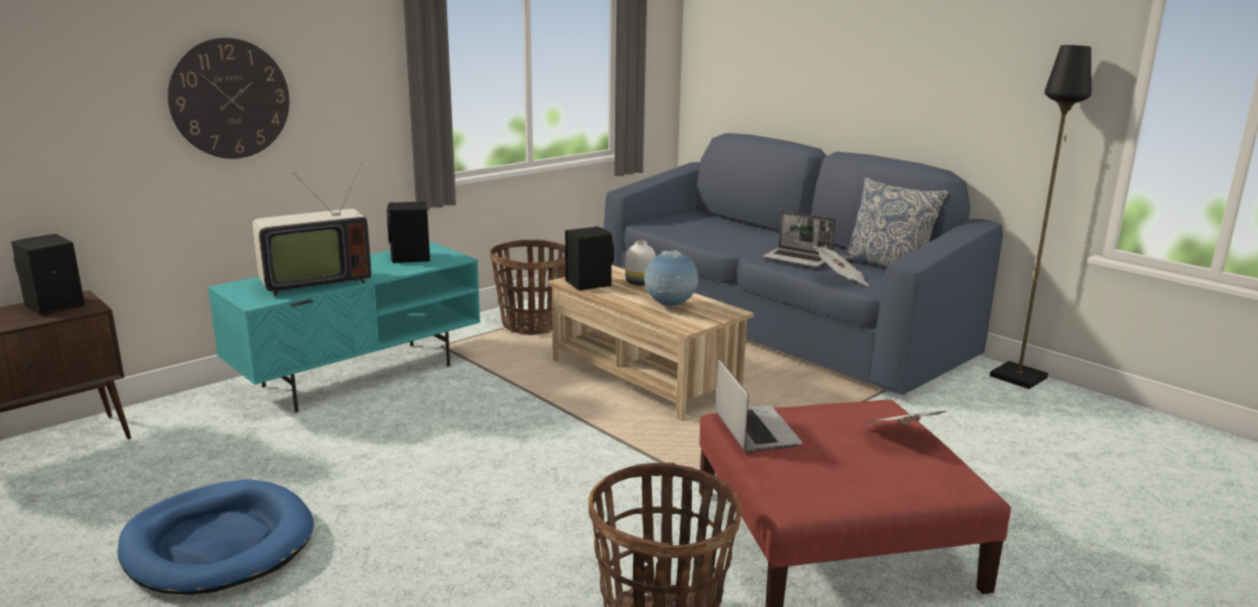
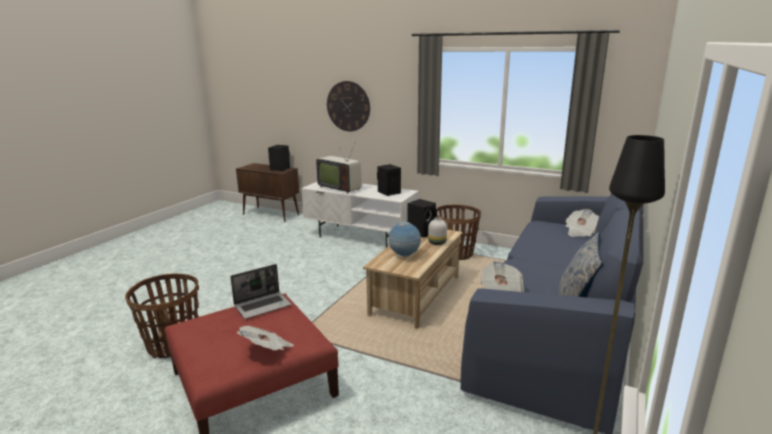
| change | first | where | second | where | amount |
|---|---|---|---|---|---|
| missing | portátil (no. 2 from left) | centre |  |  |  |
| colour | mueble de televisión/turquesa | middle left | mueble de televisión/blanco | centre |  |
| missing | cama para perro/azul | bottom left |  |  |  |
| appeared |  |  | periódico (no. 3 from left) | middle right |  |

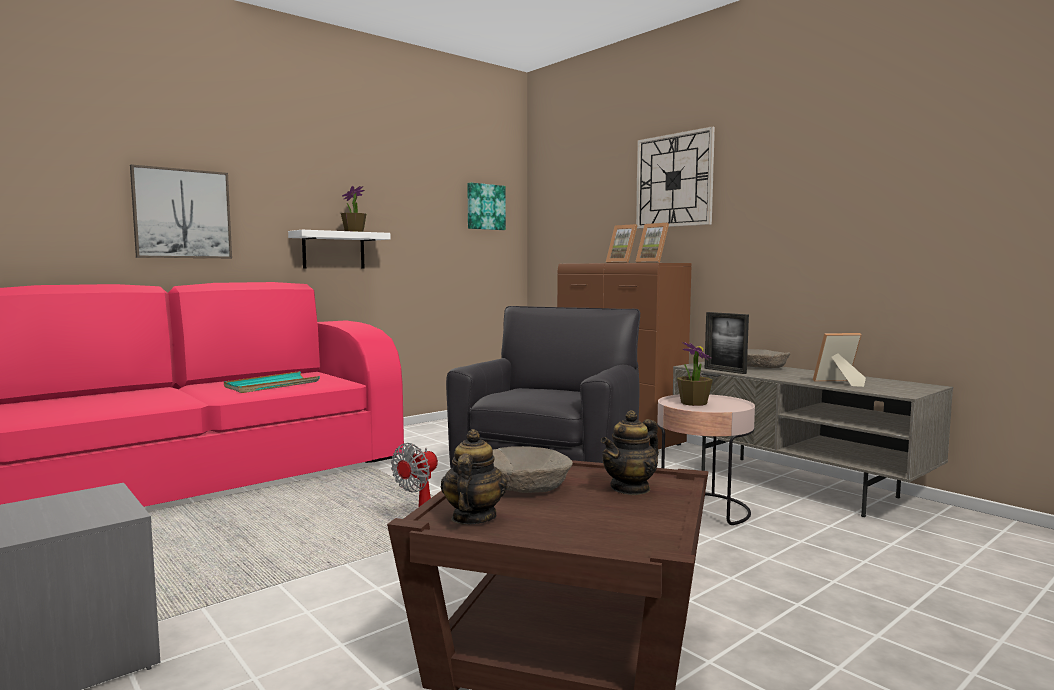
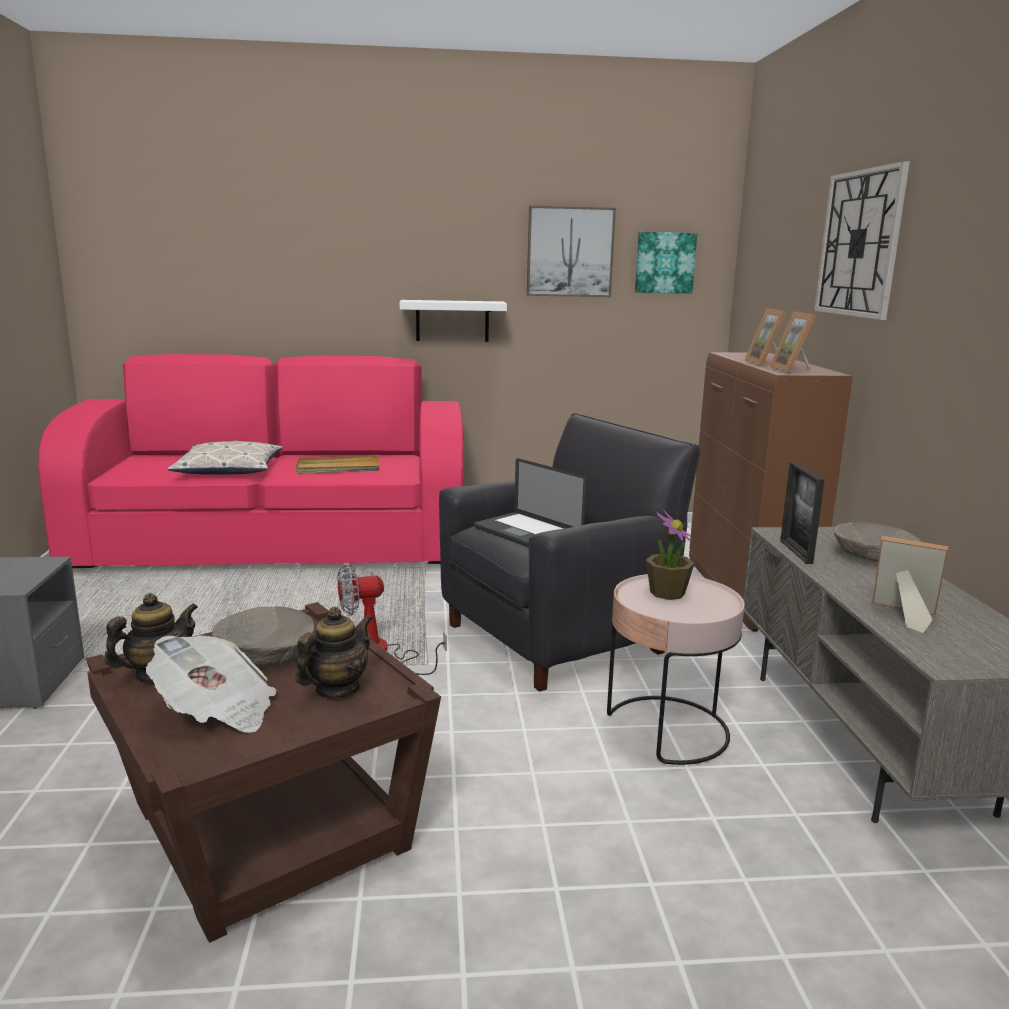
| change | first | where | second | where | amount |
|---|---|---|---|---|---|
| relocated | cuadro (no. 1 from left) | top left |  | top centre |  |
| missing | planta en maceta (no. 1 from left) | top centre |  |  |  |
| colour | bandeja/turquesa | middle left | bandeja/beis | centre |  |
| spun | tetera (no. 2 from left) | centre |  | middle left | 135 degrees clockwise |
| appeared |  |  | cojín | middle left |  |
| appeared |  |  | portátil | centre |  |
| appeared |  |  | periódico | bottom left |  |

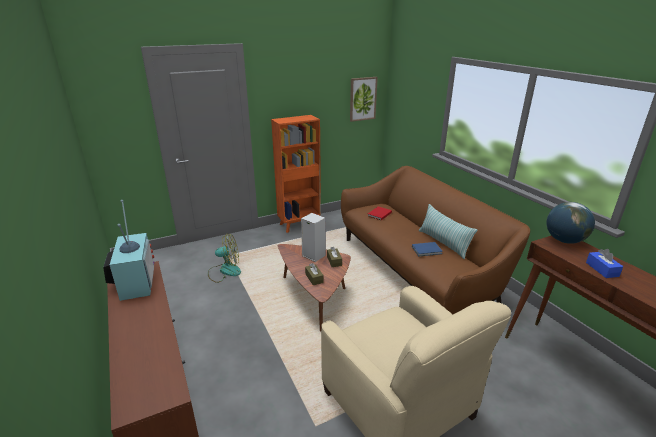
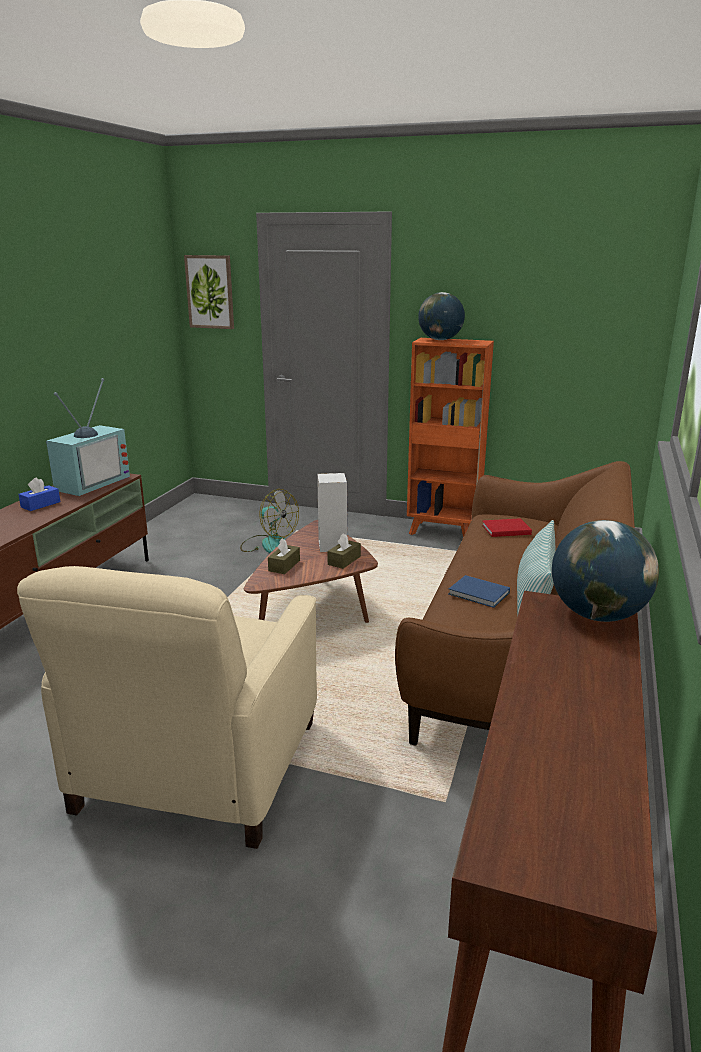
| change | first | where | second | where | amount |
|---|---|---|---|---|---|
| relocated | cuadro | top centre |  | top left |  |
| relocated | caja de pañuelos/azul | middle right |  | middle left |  |
| appeared |  |  | globo terráqueo (no. 1 from left) | top centre |  |

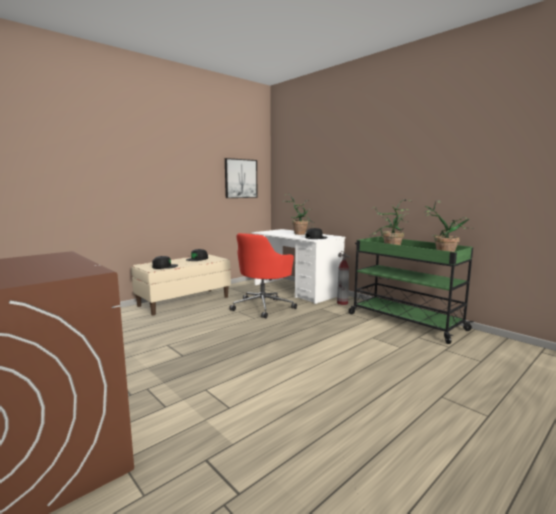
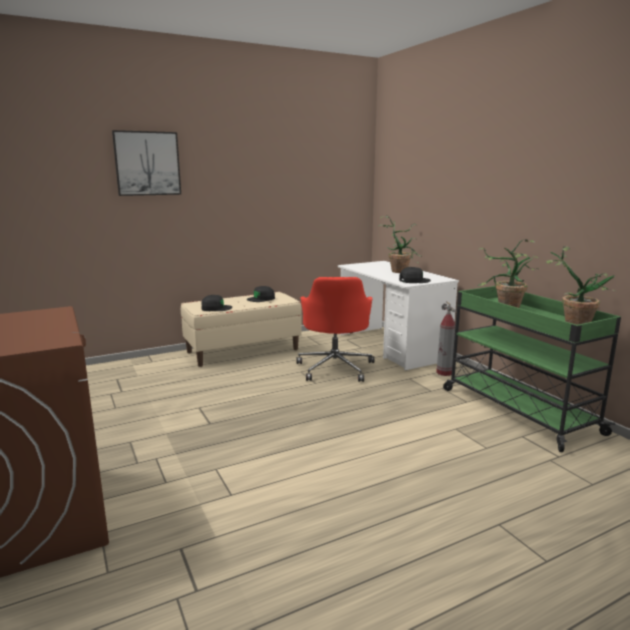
| change | first | where | second | where | amount |
|---|---|---|---|---|---|
| relocated | cuadro | centre |  | top left |  |
| spun | silla de oficina/rojo | centre |  | centre | 45 degrees counterclockwise |

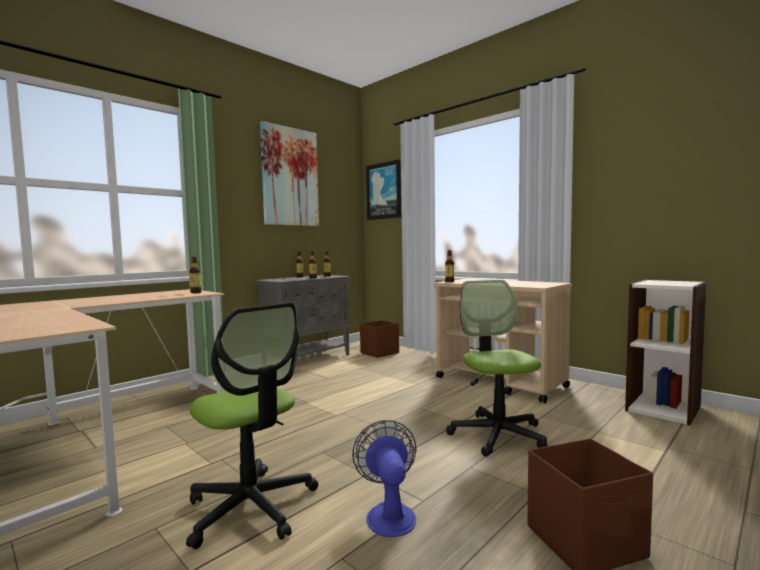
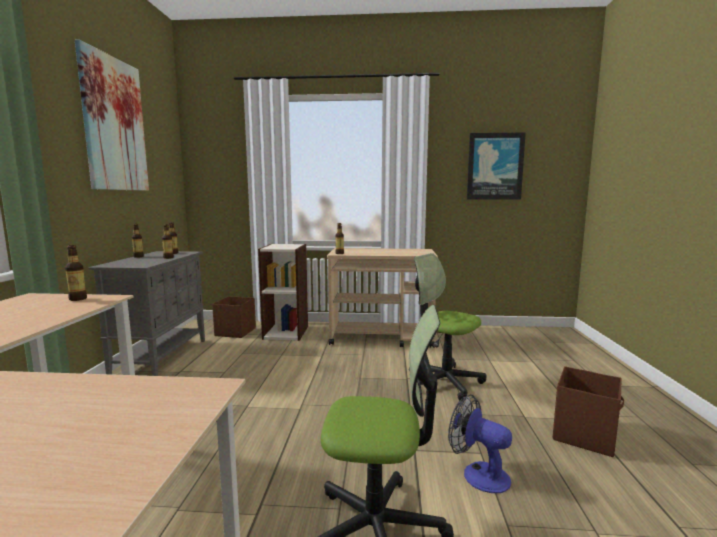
| change | first | where | second | where | amount |
|---|---|---|---|---|---|
| relocated | cuadro (no. 2 from left) | top centre |  | top right |  |
| relocated | estantería | middle right |  | centre |  |

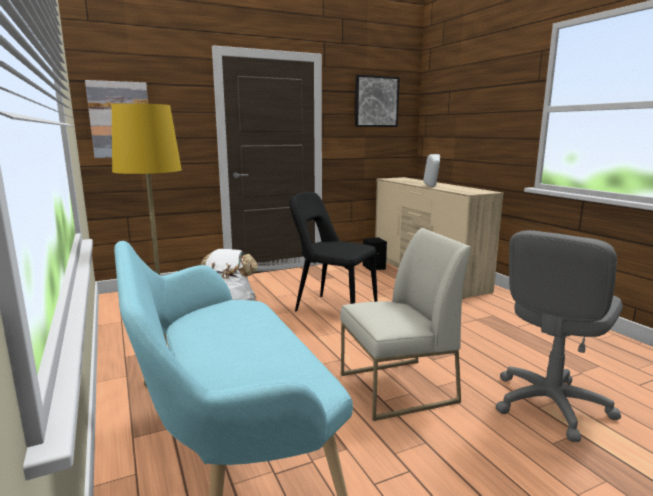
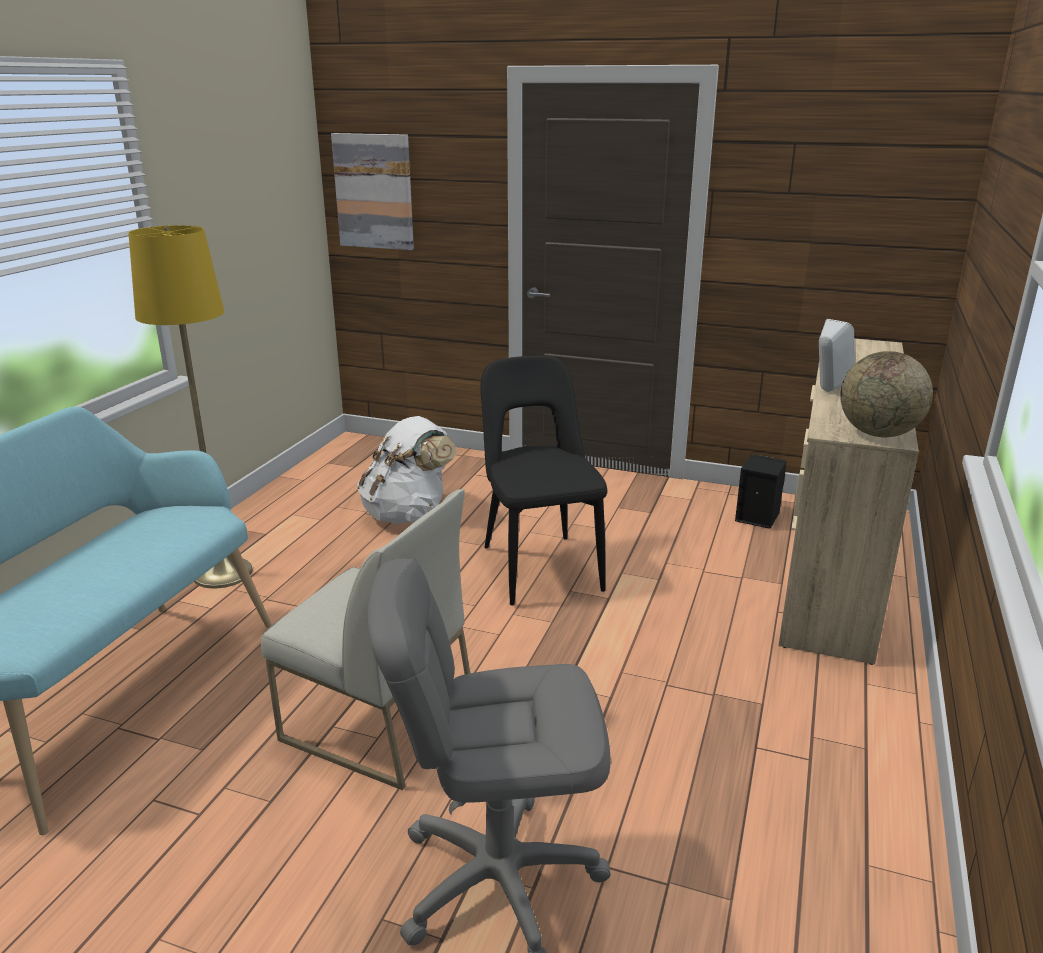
| change | first | where | second | where | amount |
|---|---|---|---|---|---|
| missing | cuadro (no. 2 from left) | top centre |  |  |  |
| appeared |  |  | globo terráqueo | middle right |  |

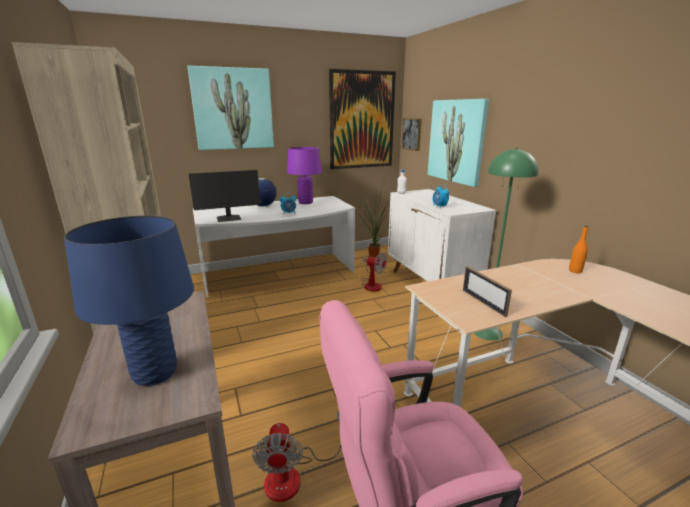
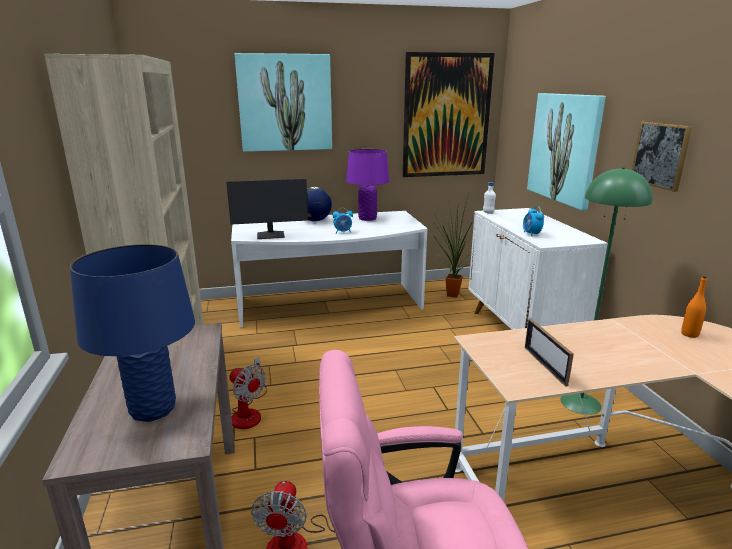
| change | first | where | second | where | amount |
|---|---|---|---|---|---|
| relocated | cuadro (no. 3 from left in the first image) | top centre | cuadro (no. 4 from left) | top right |  |
| relocated | ventilador (no. 2 from left in the first image) | centre | ventilador (no. 1 from left) | bottom centre |  |

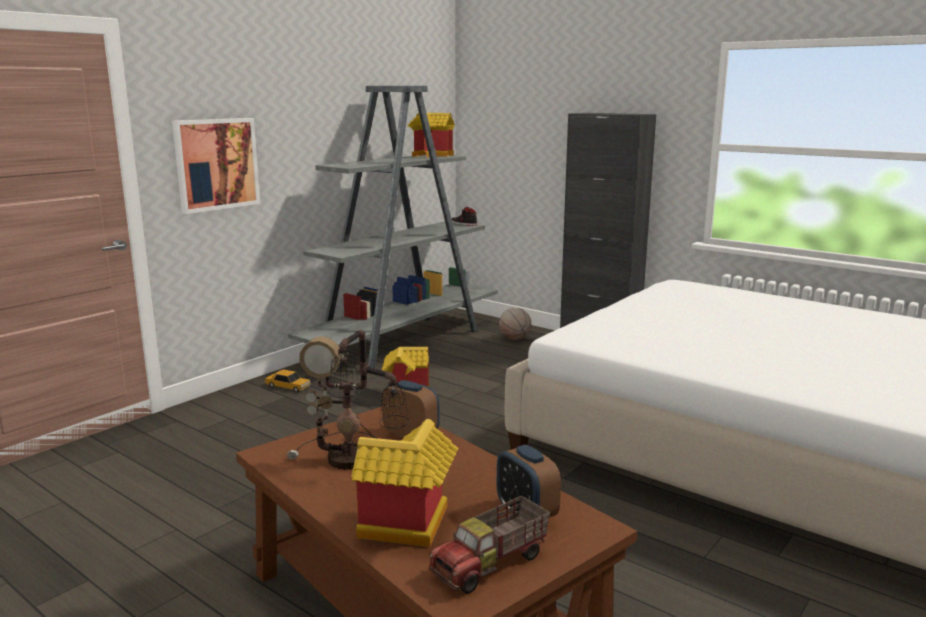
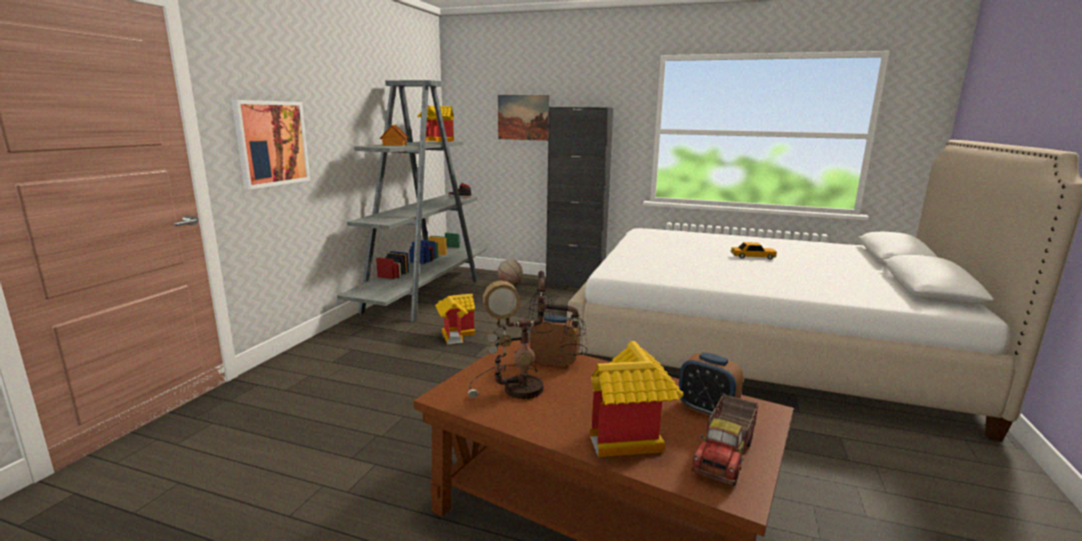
| change | first | where | second | where | amount |
|---|---|---|---|---|---|
| relocated | coche de juguete | middle left |  | middle right |  |
| appeared |  |  | cuadro (no. 2 from left) | top centre |  |
| appeared |  |  | casita (no. 1 from left) | top centre |  |

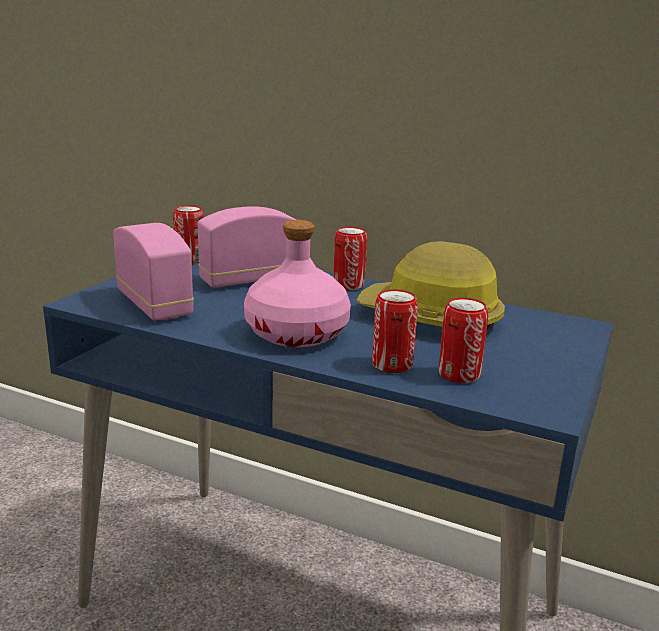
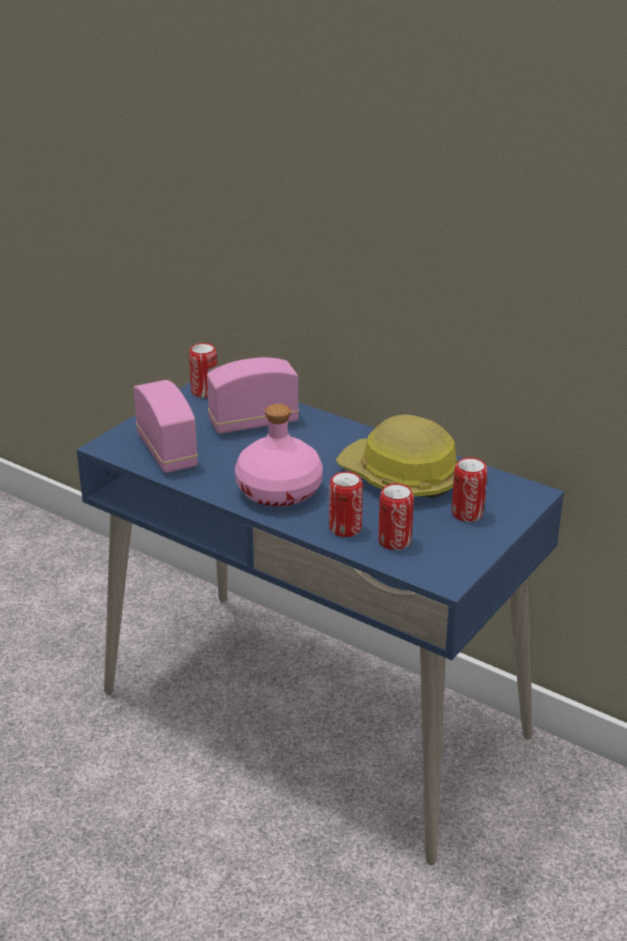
| change | first | where | second | where | amount |
|---|---|---|---|---|---|
| relocated | lata (no. 2 from left in the first image) | centre | lata (no. 4 from left) | middle right |  |

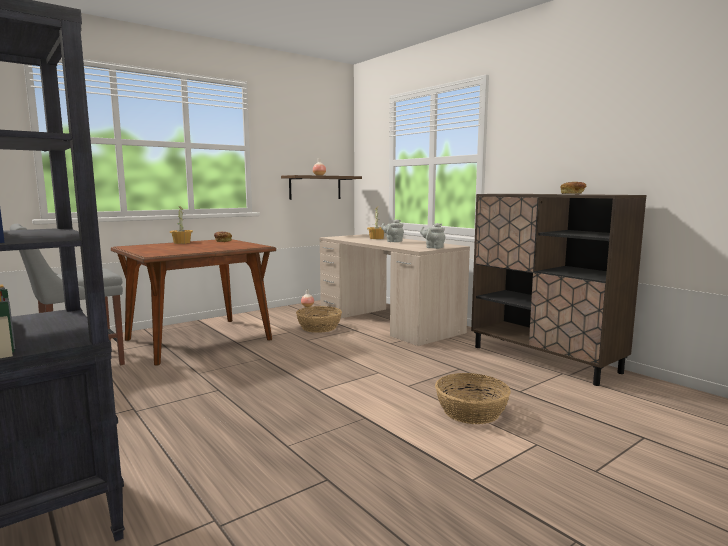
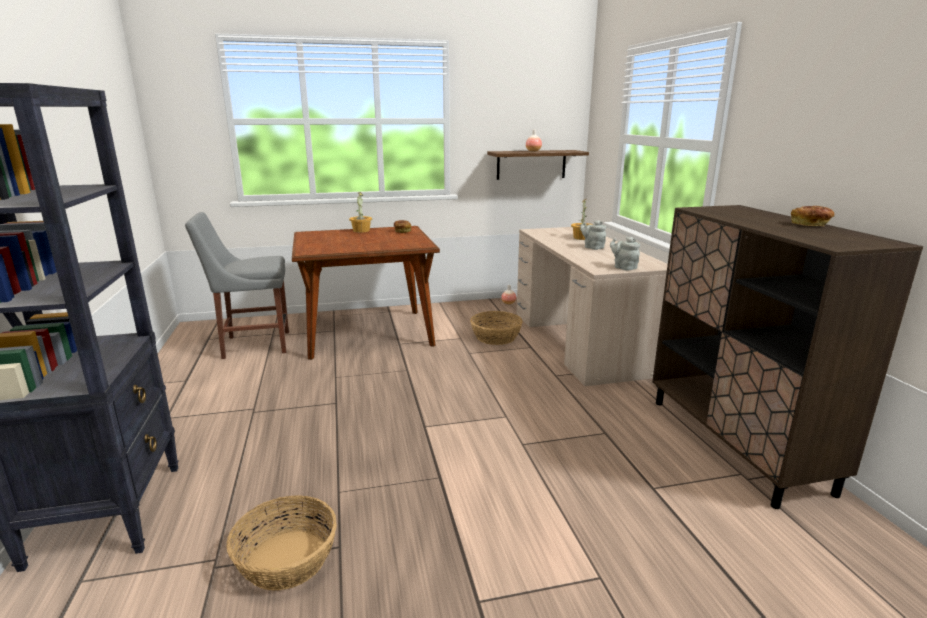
| change | first | where | second | where | amount |
|---|---|---|---|---|---|
| relocated | cesta (no. 2 from left in the first image) | bottom centre | cesta (no. 1 from left) | bottom left |  |

